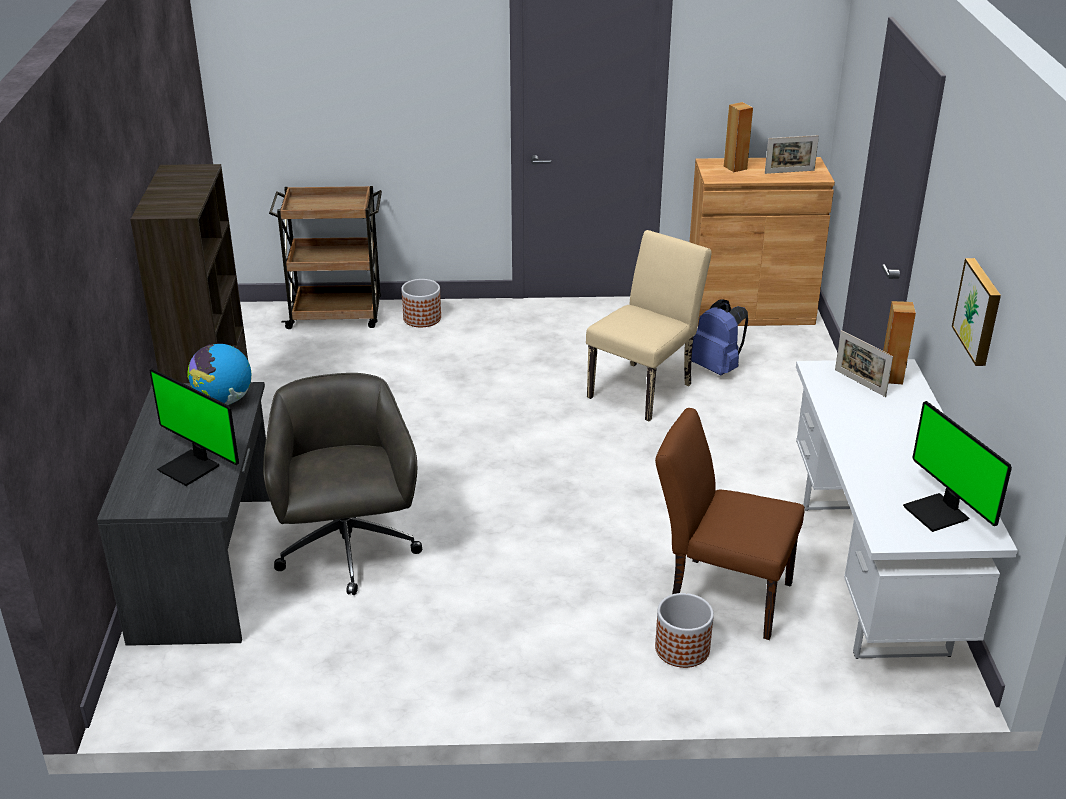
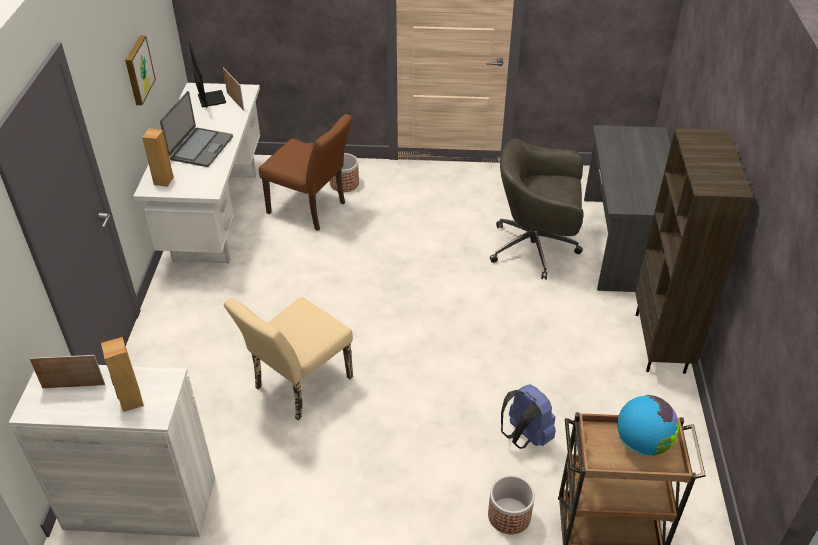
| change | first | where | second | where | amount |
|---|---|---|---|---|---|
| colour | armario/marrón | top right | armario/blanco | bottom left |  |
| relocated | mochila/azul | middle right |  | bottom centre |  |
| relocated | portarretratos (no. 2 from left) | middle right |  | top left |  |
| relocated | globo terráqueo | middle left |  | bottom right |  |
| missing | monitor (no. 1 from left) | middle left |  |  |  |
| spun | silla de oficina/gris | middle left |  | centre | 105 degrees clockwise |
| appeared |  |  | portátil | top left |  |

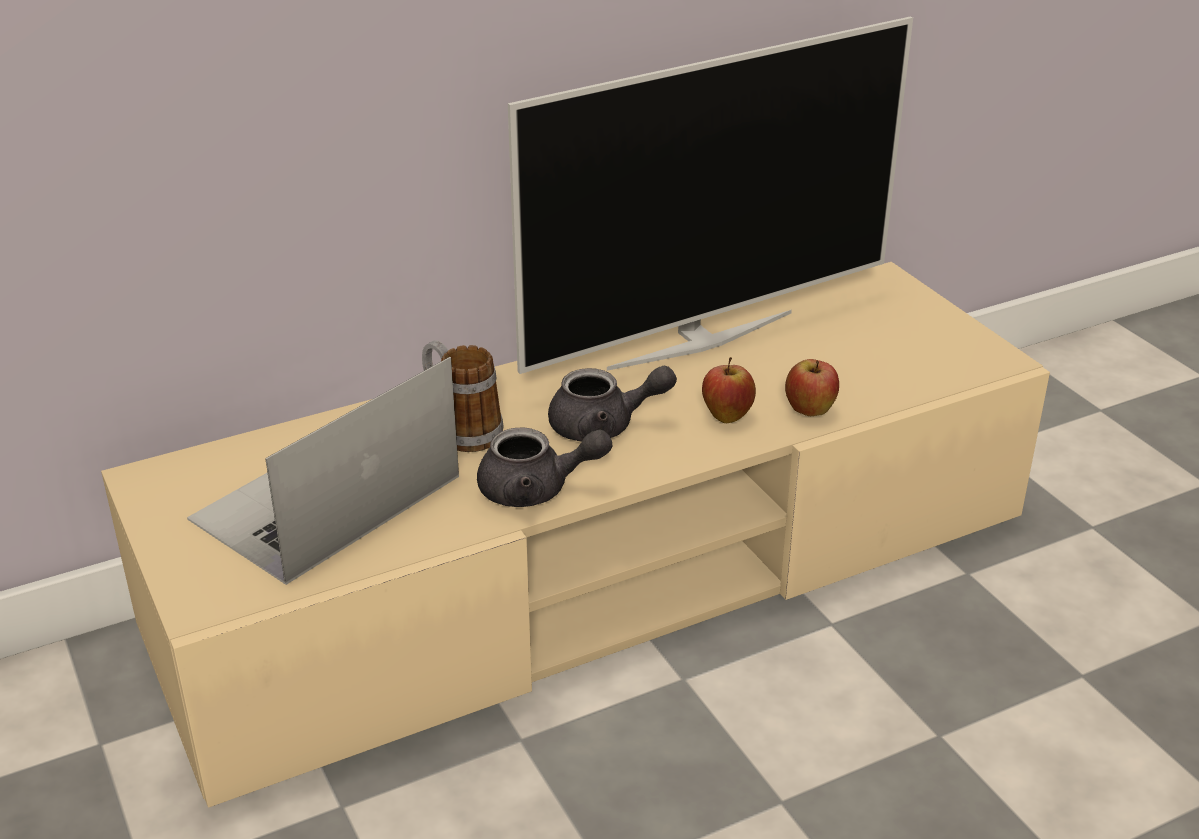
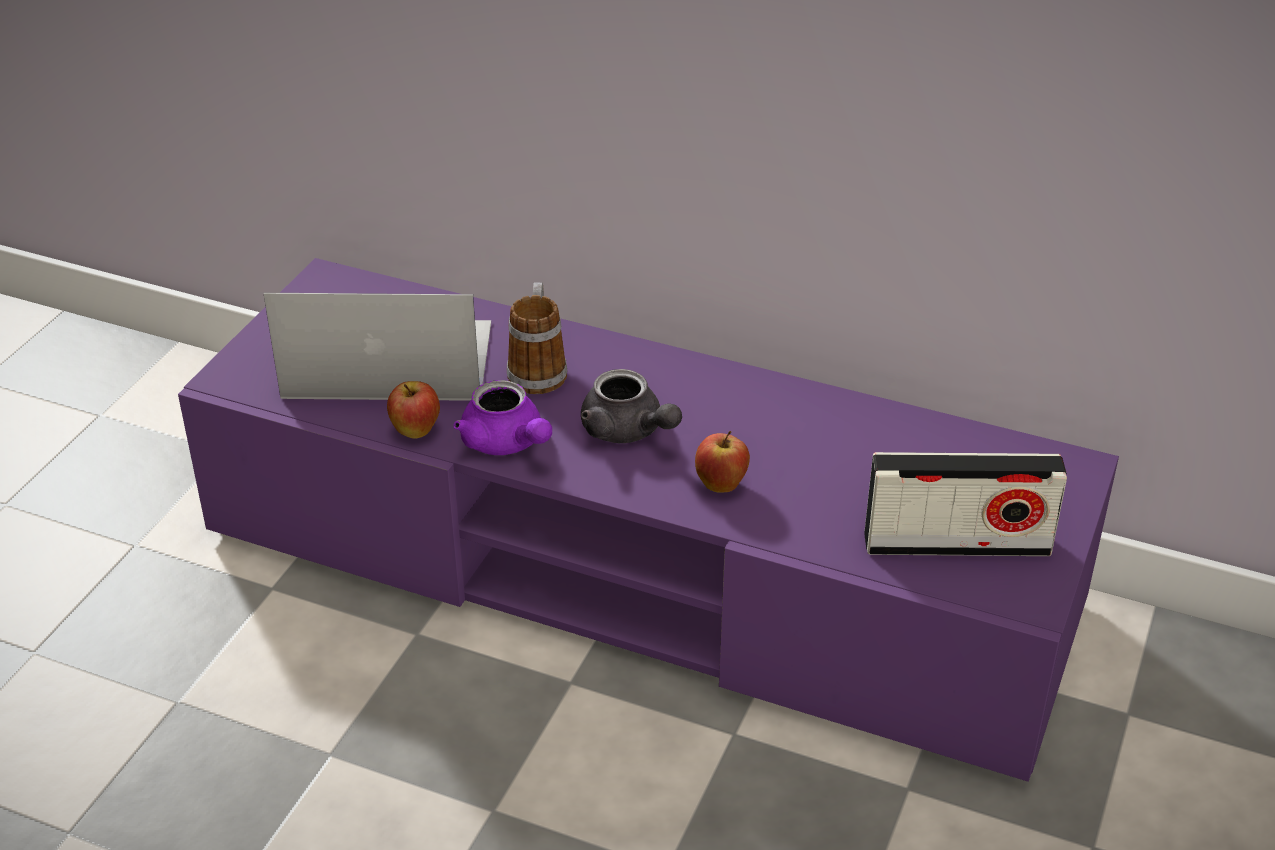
| change | first | where | second | where | amount |
|---|---|---|---|---|---|
| missing | televisor | top centre |  |  |  |
| colour | mueble de televisión/beis | centre | mueble de televisión/morado | centre |  |
| relocated | manzana (no. 2 from left in the first image) | middle right | manzana (no. 1 from left) | middle left |  |
| colour | tetera/gris (no. 1 from left) | centre | tetera/morado | centre |  |
| appeared |  |  | radio | middle right |  |

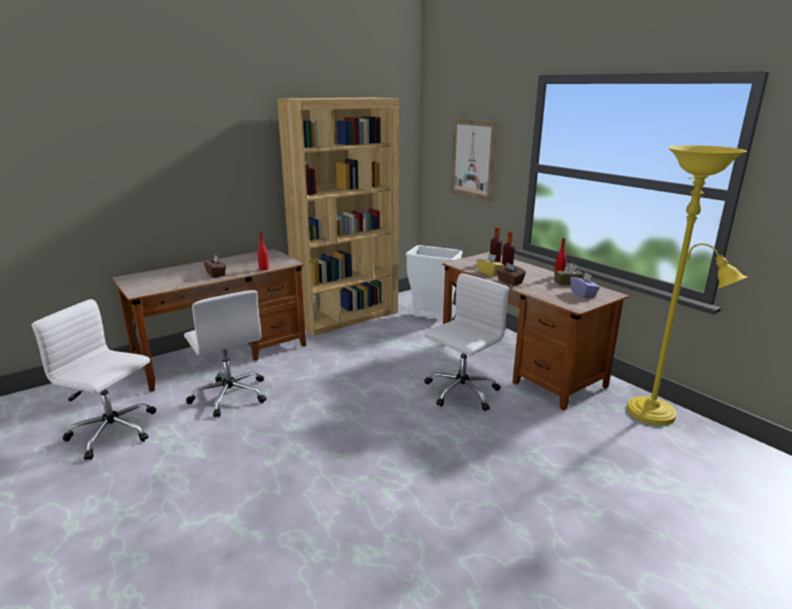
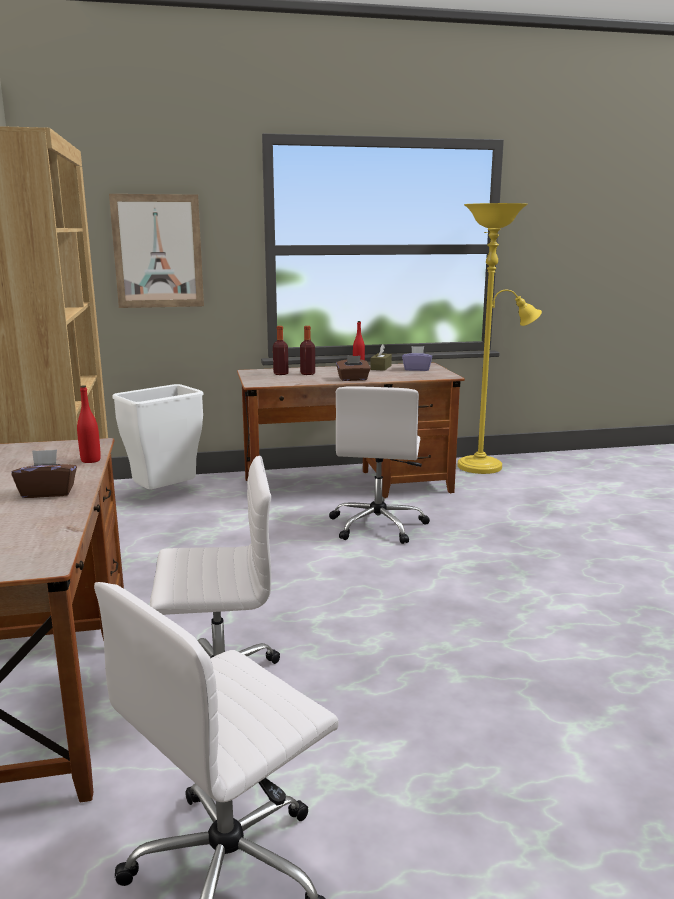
| change | first | where | second | where | amount |
|---|---|---|---|---|---|
| missing | caja de pañuelos/amarillo | centre |  |  |  |
| spun | silla de oficina/blanco (no. 3 from left) | centre |  | centre | 150 degrees counterclockwise |

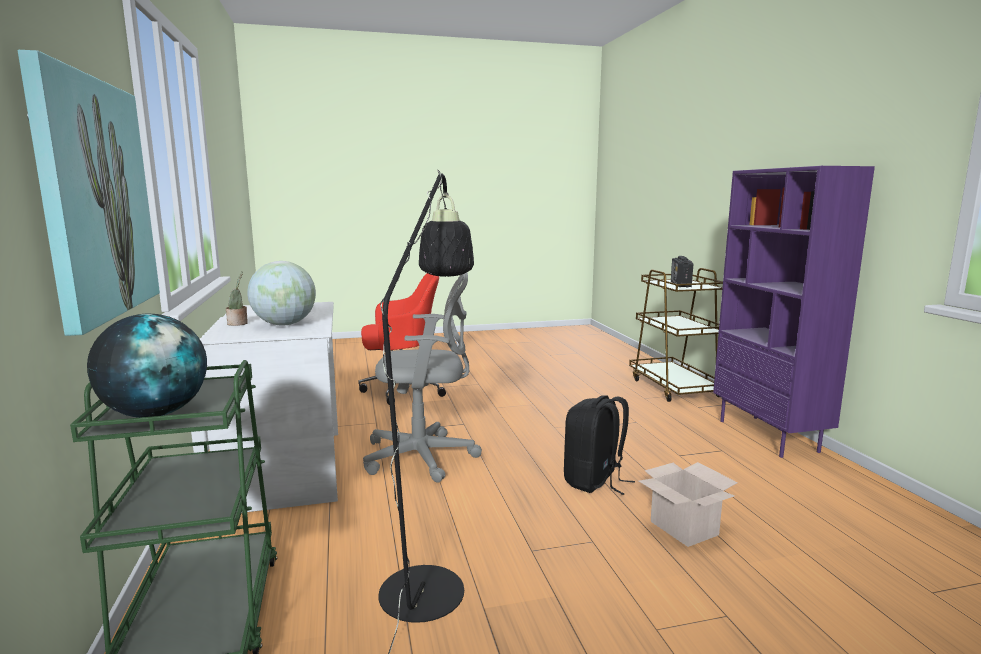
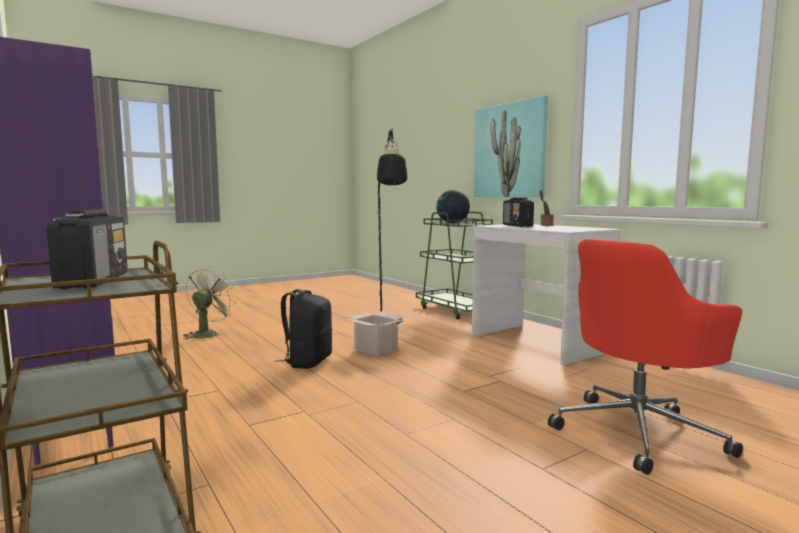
| change | first | where | second | where | amount |
|---|---|---|---|---|---|
| exchanged | globo terráqueo (no. 2 from left) | middle left | radio (no. 2 from left) | centre |  |
| missing | silla de oficina/gris | centre |  |  |  |
| relocated | caja de cartón | bottom right |  | centre |  |
| appeared |  |  | ventilador/verde | middle left |  |

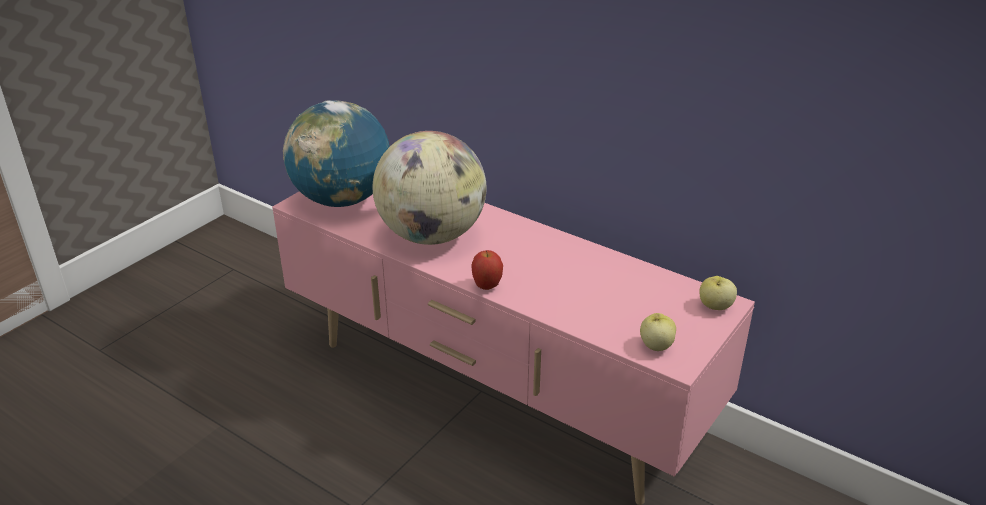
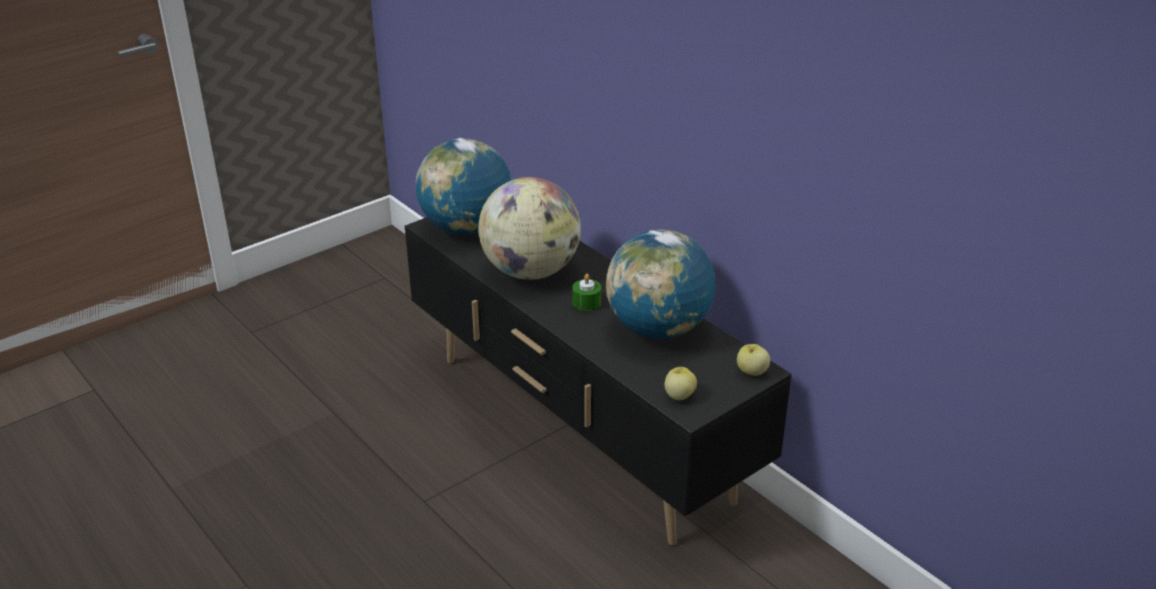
| change | first | where | second | where | amount |
|---|---|---|---|---|---|
| colour | mueble de televisión/rosa | bottom centre | mueble de televisión/negro | centre |  |
| missing | manzana (no. 1 from left) | centre |  |  |  |
| appeared |  |  | globo terráqueo (no. 3 from left) | centre |  |
| appeared |  |  | vela/verde | centre |  |

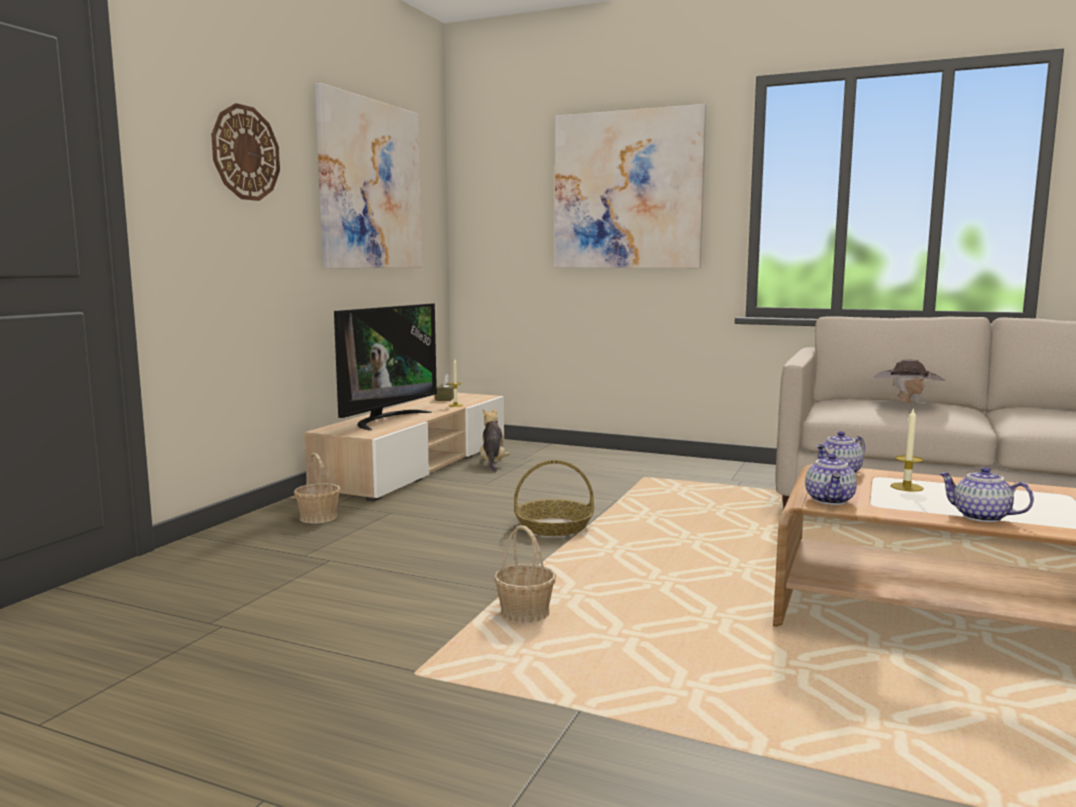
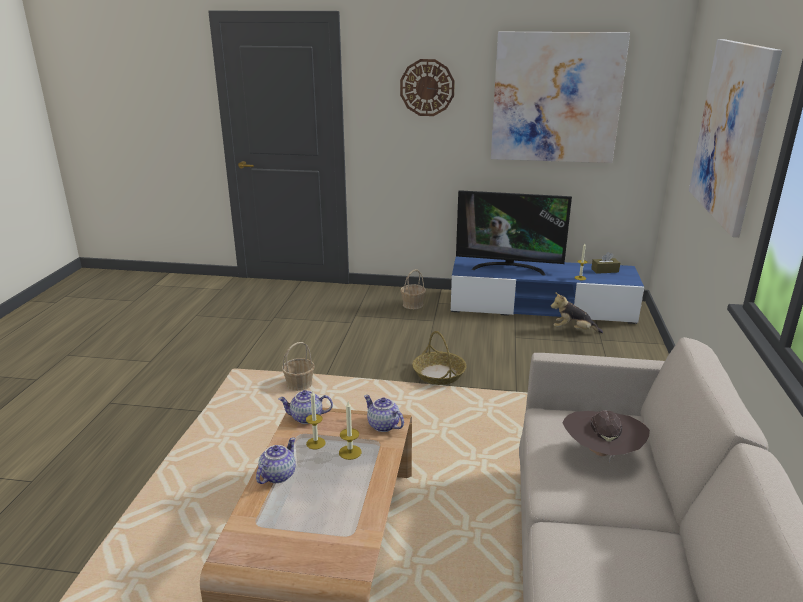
| change | first | where | second | where | amount |
|---|---|---|---|---|---|
| colour | mueble de televisión/beis | centre | mueble de televisión/azul | middle right |  |
| spun | peluche | centre |  | middle right | 150 degrees counterclockwise |
| appeared |  |  | vela (no. 1 from left) | bottom centre |  |

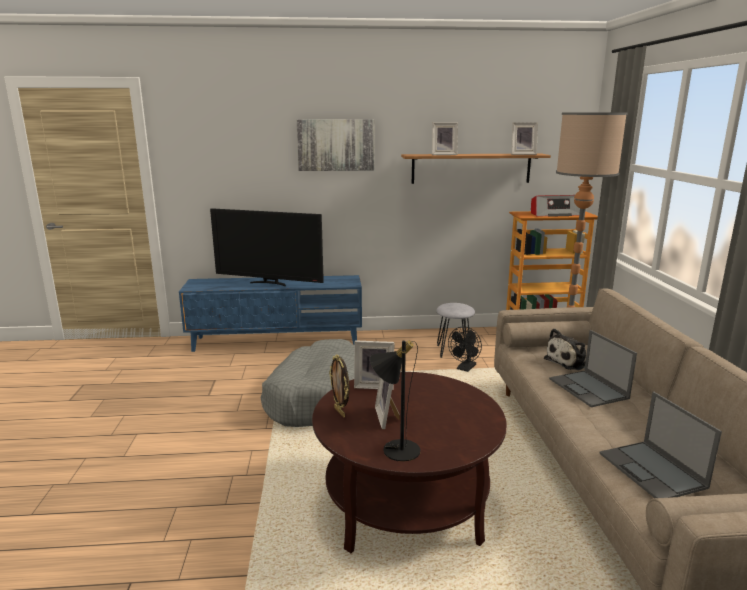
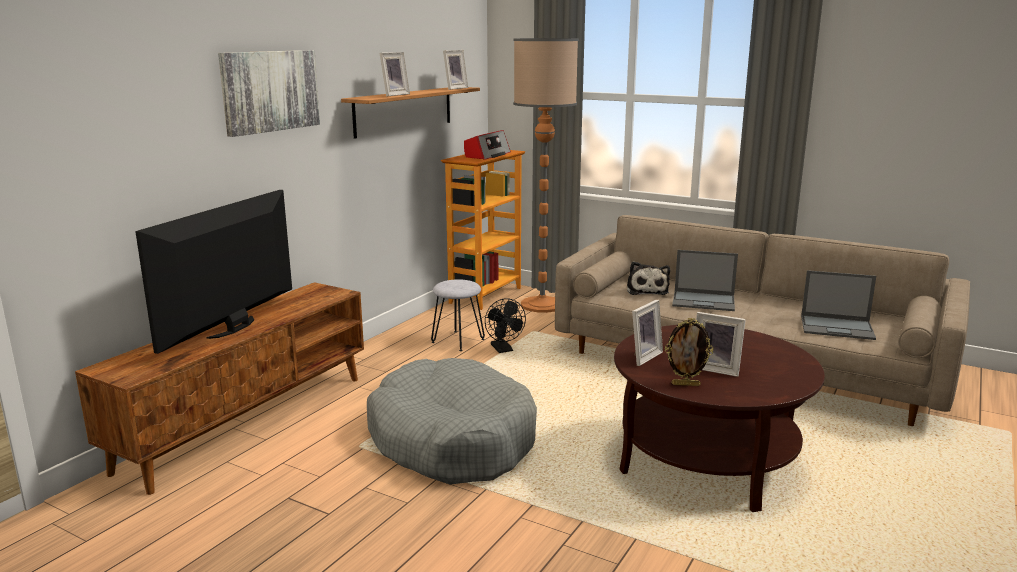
| change | first | where | second | where | amount |
|---|---|---|---|---|---|
| spun | televisor | centre |  | middle left | 150 degrees clockwise |
| colour | mueble de televisión/azul | centre | mueble de televisión/marrón | bottom left |  |
| missing | lámpara de mesa/negro | bottom centre |  |  |  |

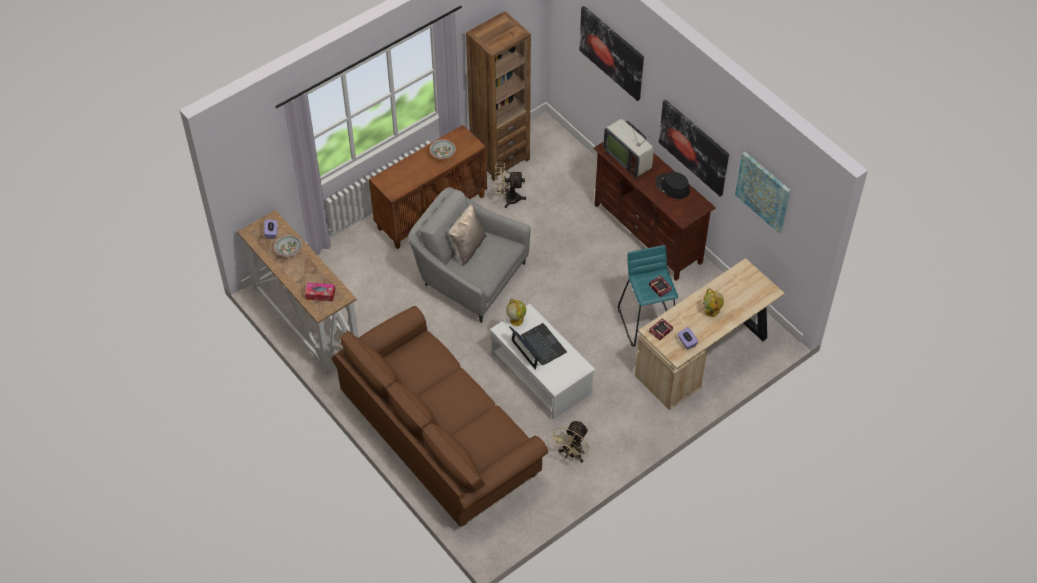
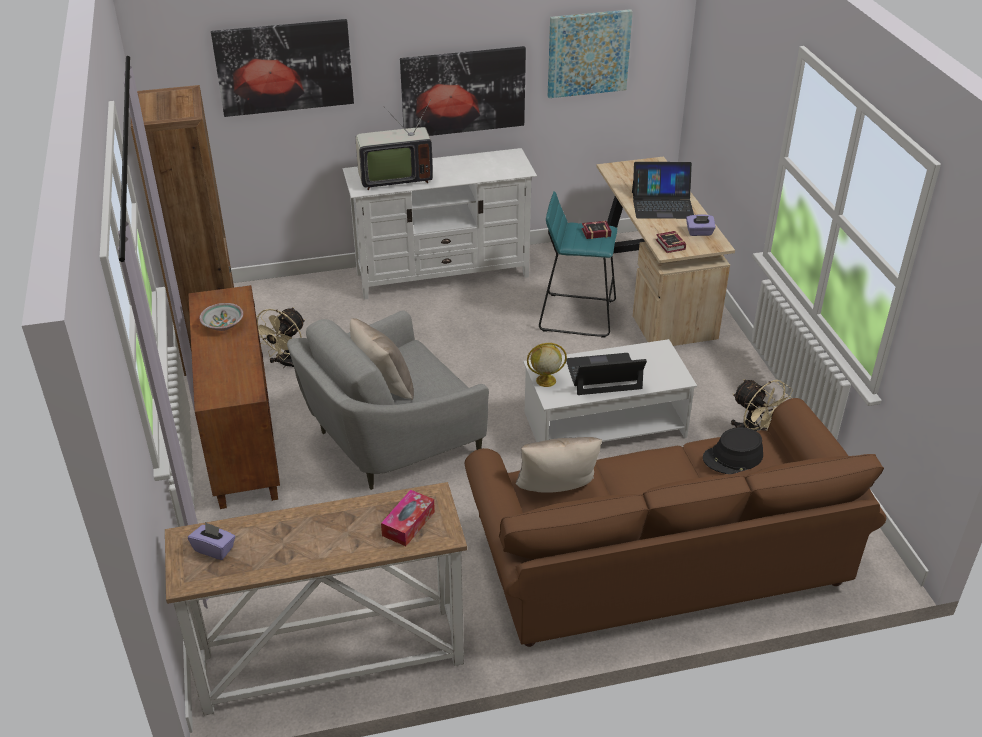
| change | first | where | second | where | amount |
|---|---|---|---|---|---|
| colour | mueble de televisión/marrón | centre | mueble de televisión/blanco | top centre |  |
| relocated | sombrero/negro | top centre |  | middle right |  |
| missing | cuenco (no. 1 from left) | middle left |  |  |  |
| exchanged | globo terráqueo (no. 2 from left) | middle right | portátil (no. 2 from left) | top right |  |
| appeared |  |  | cojín/beis (no. 2 from left) | centre |  |

